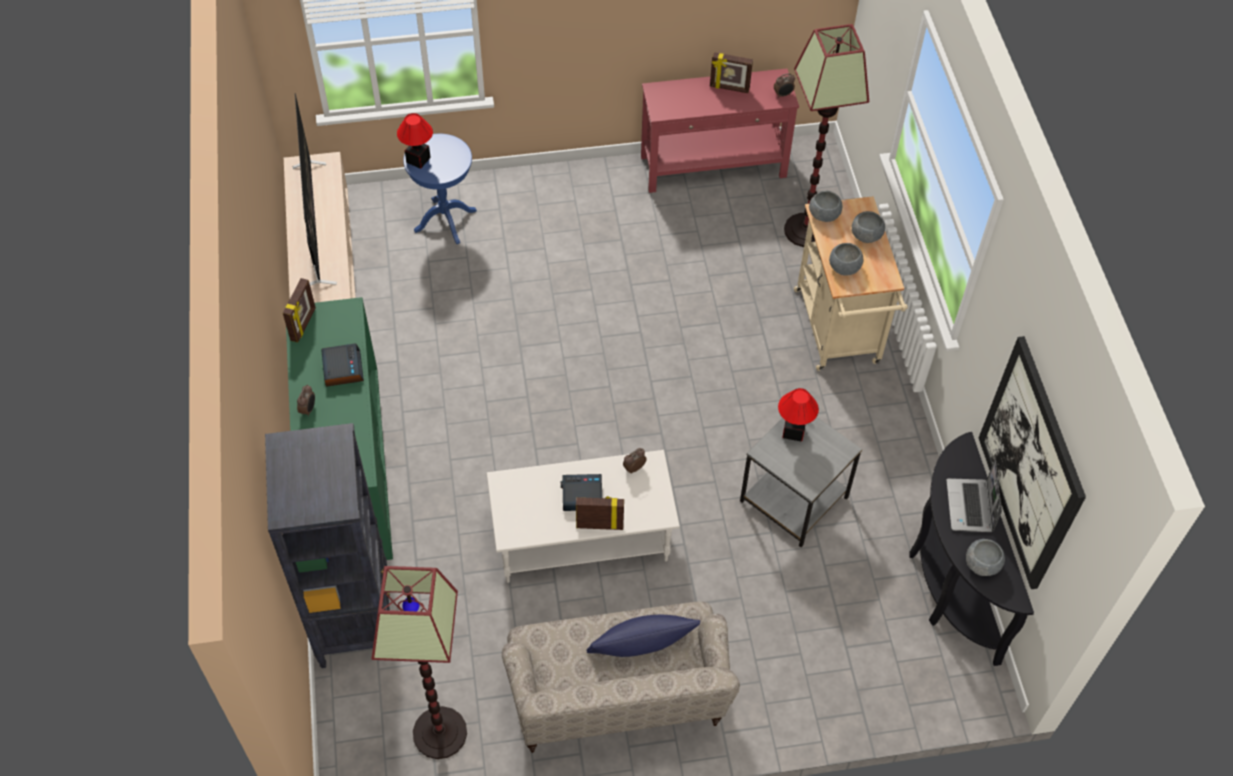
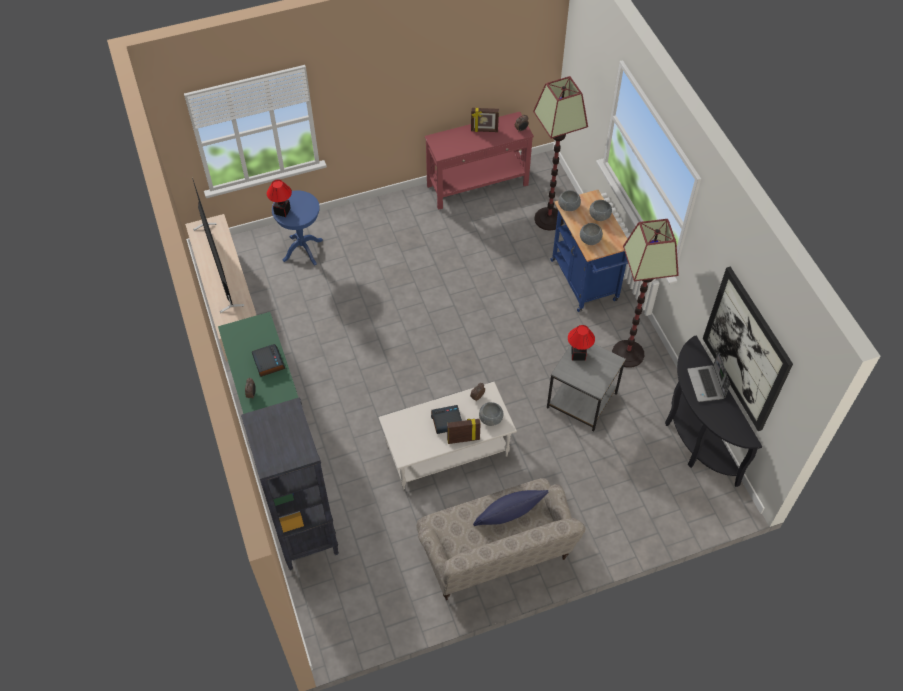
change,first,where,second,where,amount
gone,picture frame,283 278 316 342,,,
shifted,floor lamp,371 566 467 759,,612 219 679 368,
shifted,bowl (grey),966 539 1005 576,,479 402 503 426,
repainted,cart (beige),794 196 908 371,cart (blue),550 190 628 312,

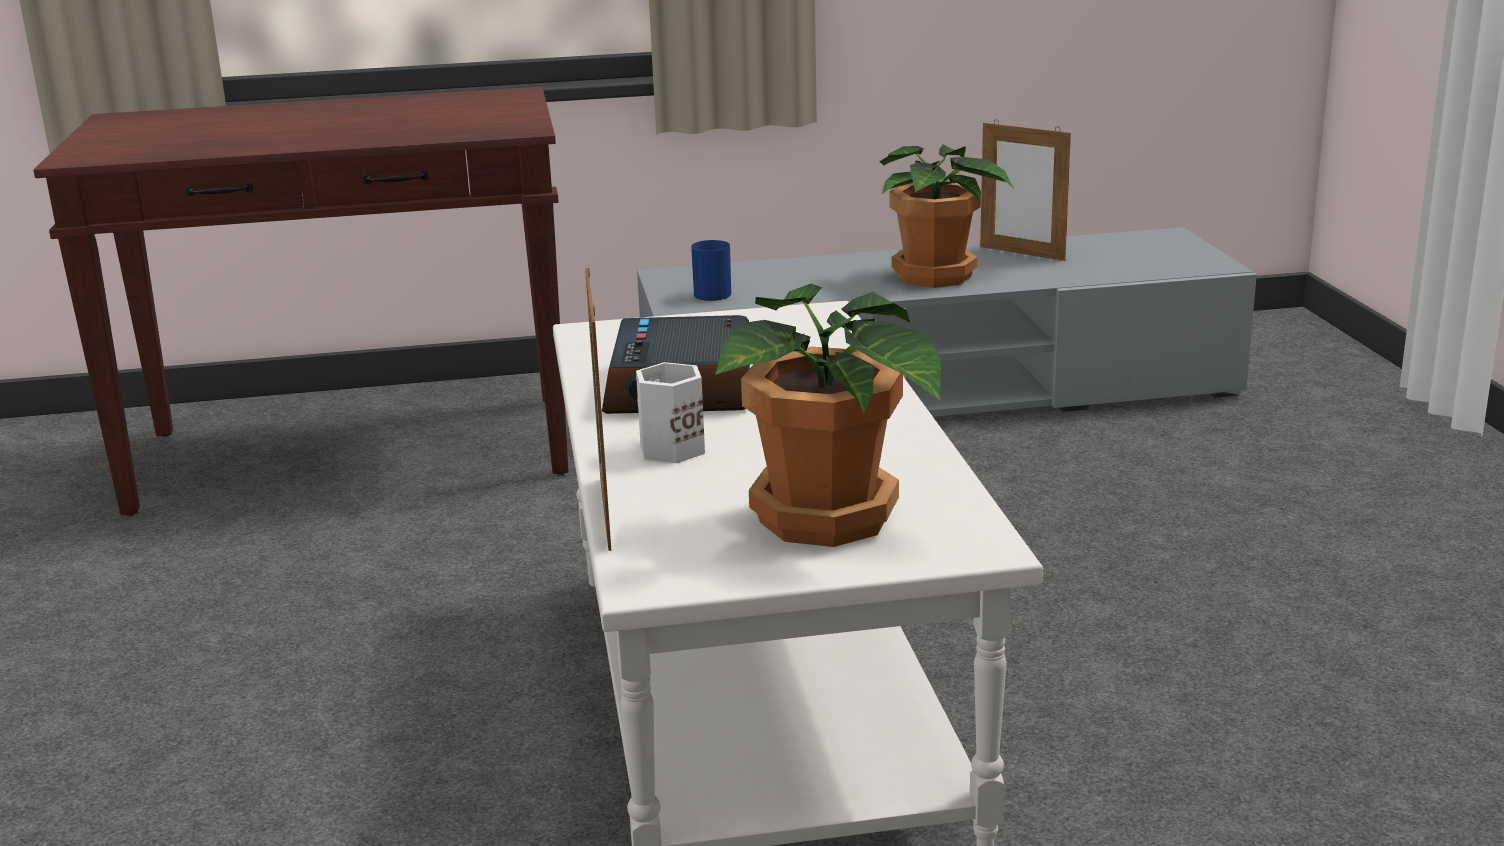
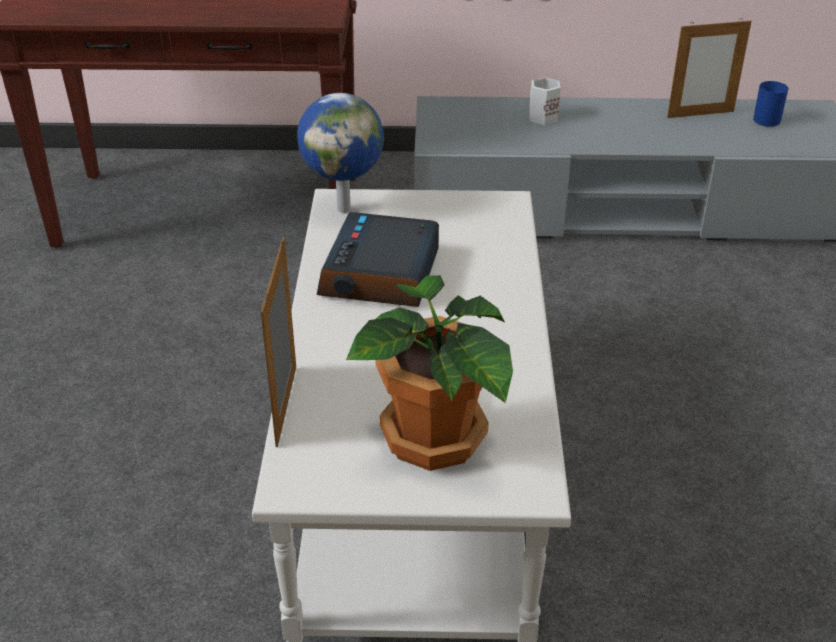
change,first,where,second,where,amount
gone,potted plant,879 145 1014 288,,,
new,,,globe,297 93 384 213,
shifted,mug (white),636 362 705 463,,529 77 561 125,
shifted,mug (blue),691 240 731 301,,753 81 788 127,
rotated,picture frame,980 120 1071 261,,667 18 751 118,60 degrees counterclockwise

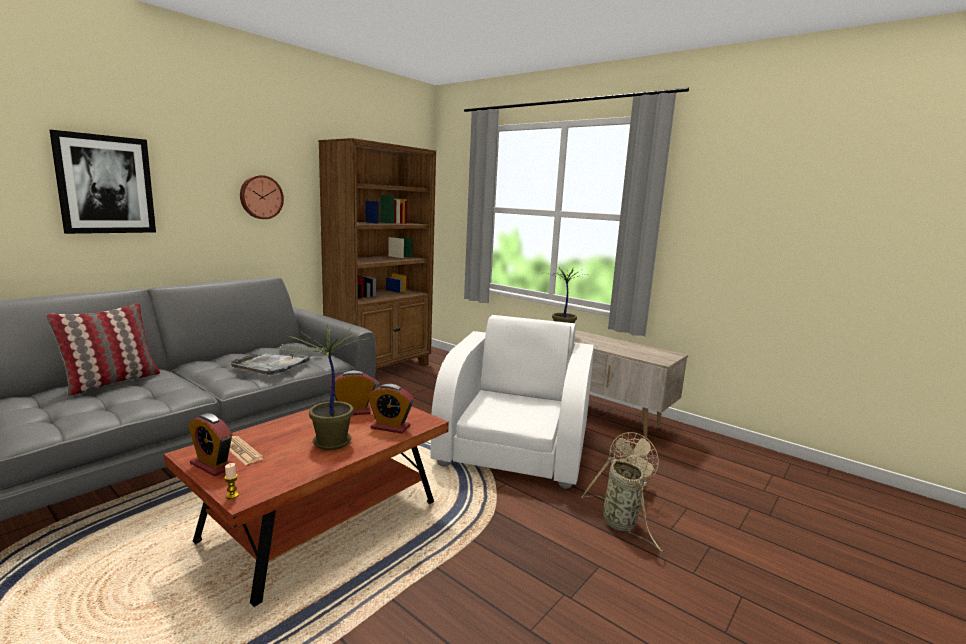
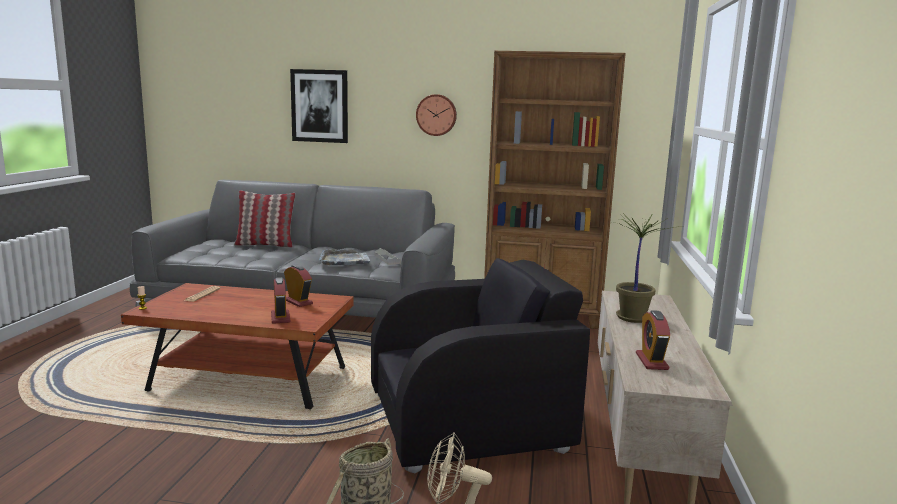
change,first,where,second,where,amount
gone,potted plant,289 325 369 450,,,
shifted,alarm clock,188 413 236 477,,636 310 670 370,
repainted,armchair (white),430 315 594 489,armchair (black),371 258 590 473,

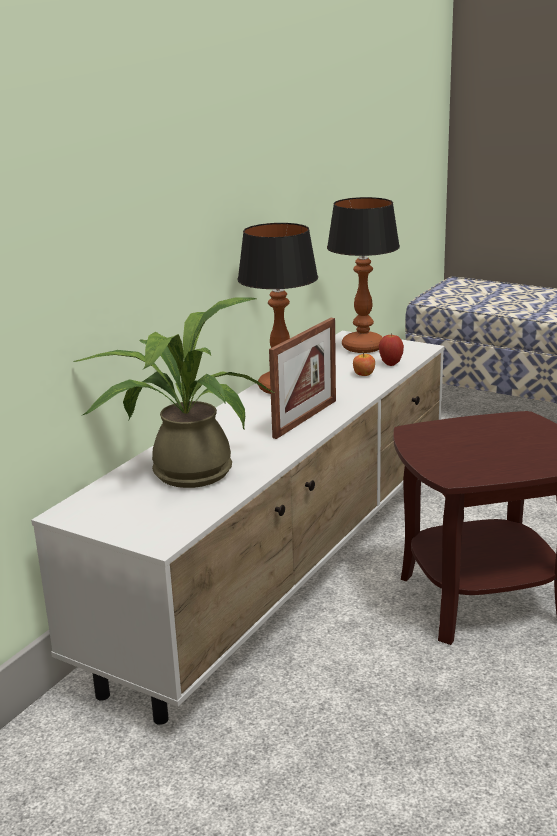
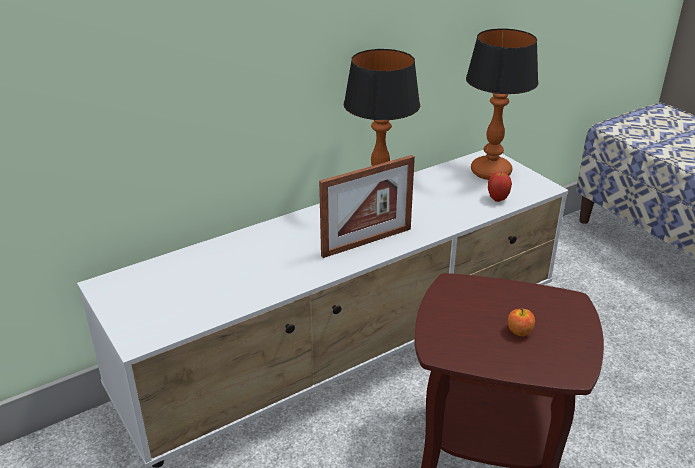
change,first,where,second,where,amount
gone,potted plant,73 297 274 488,,,
shifted,apple,353 351 375 376,,508 308 535 336,

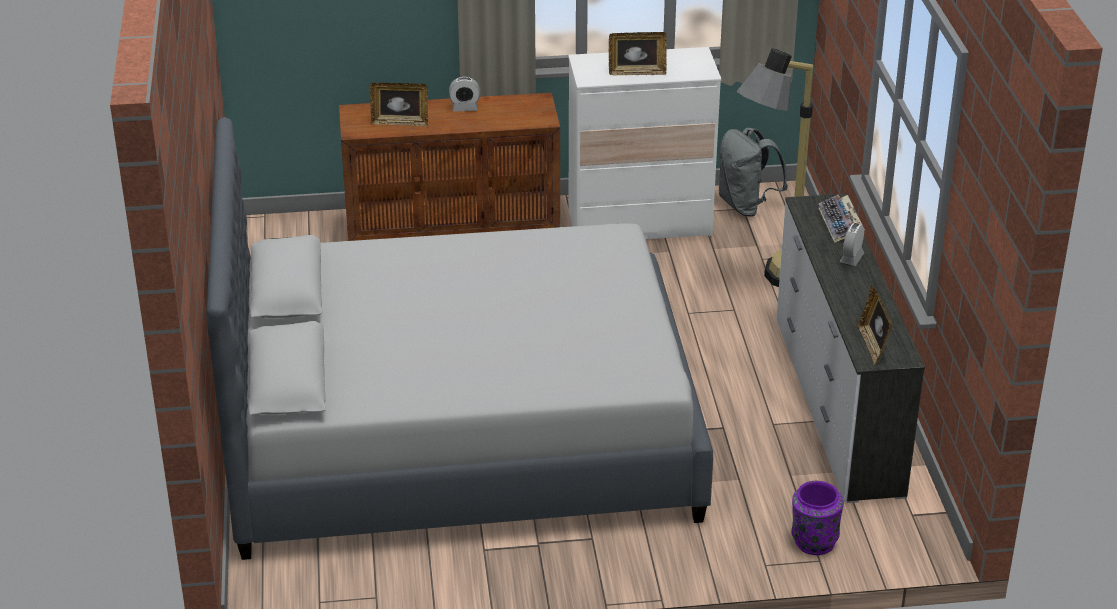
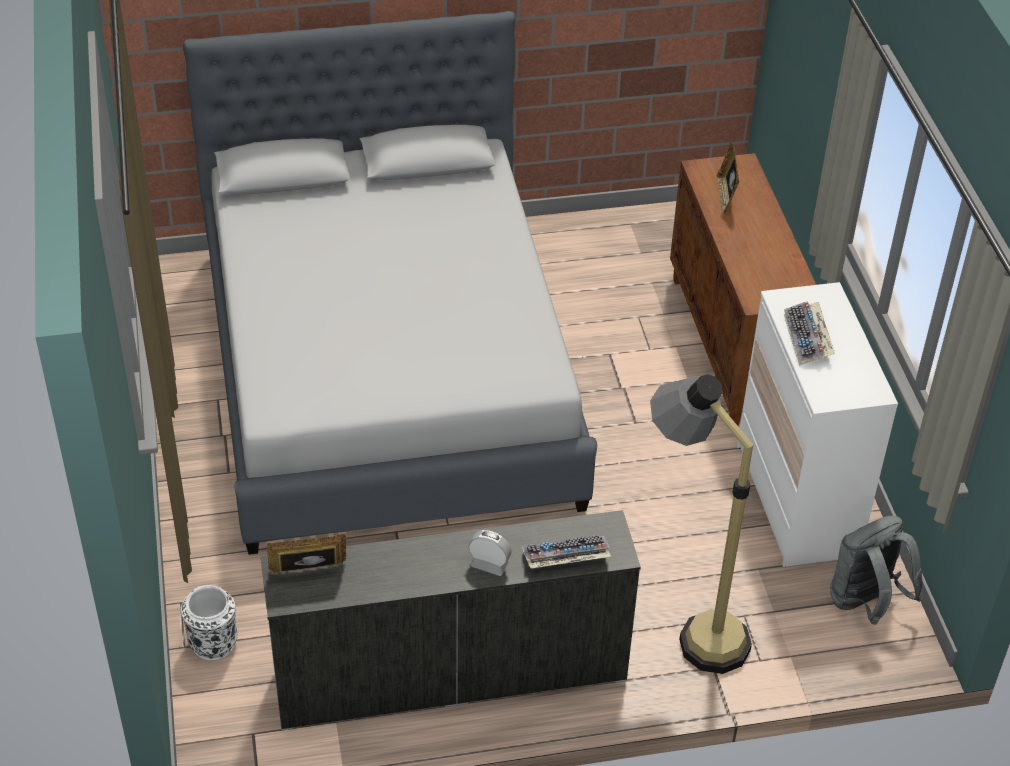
change,first,where,second,where,amount
gone,alarm clock,449 77 480 111,,,
swapped,picture frame,609 32 667 76,keyboard,784 301 835 366,
repainted,vase (purple),791 481 844 555,vase (white),181 585 238 661,

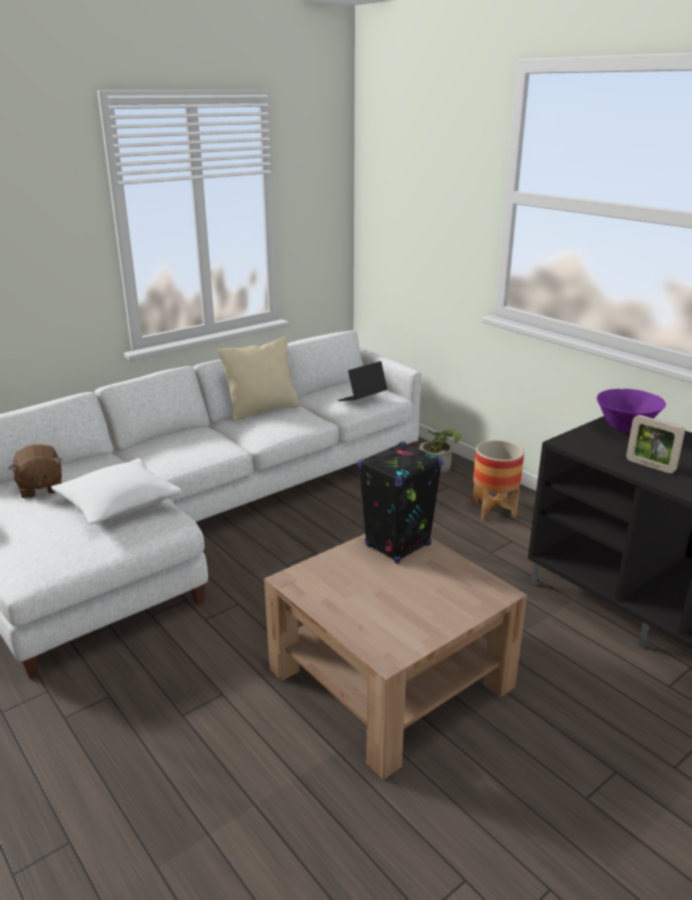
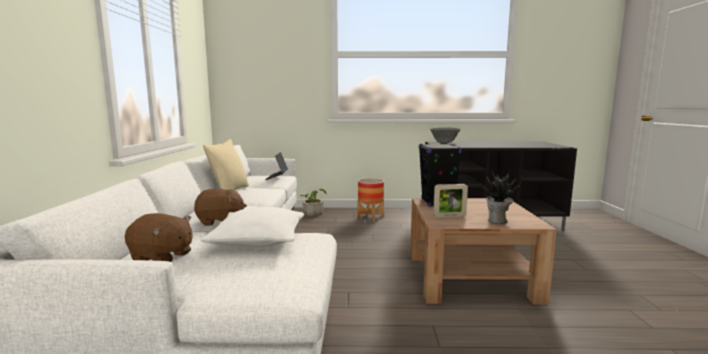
change,first,where,second,where,amount
new,,,plush toy (brown),194 189 247 226,
new,,,potted plant,481 171 521 224,
shifted,picture frame,626 415 685 474,,433 184 468 218,
repainted,bowl (purple),597 389 666 432,bowl (grey),430 128 461 143,

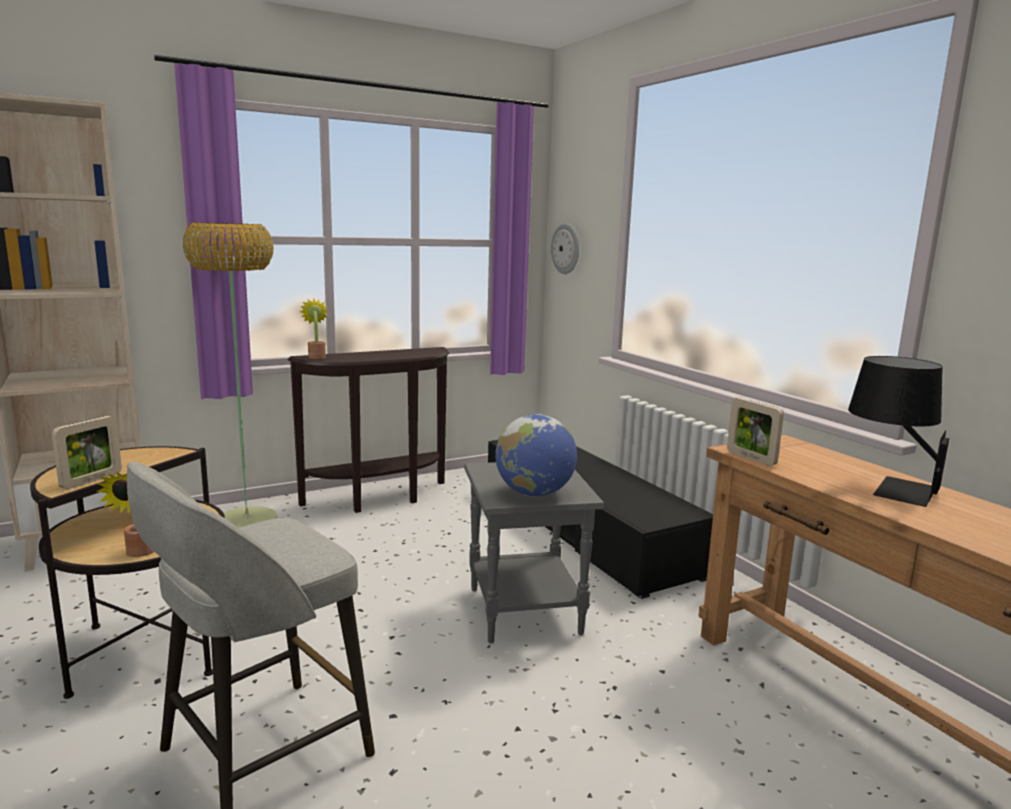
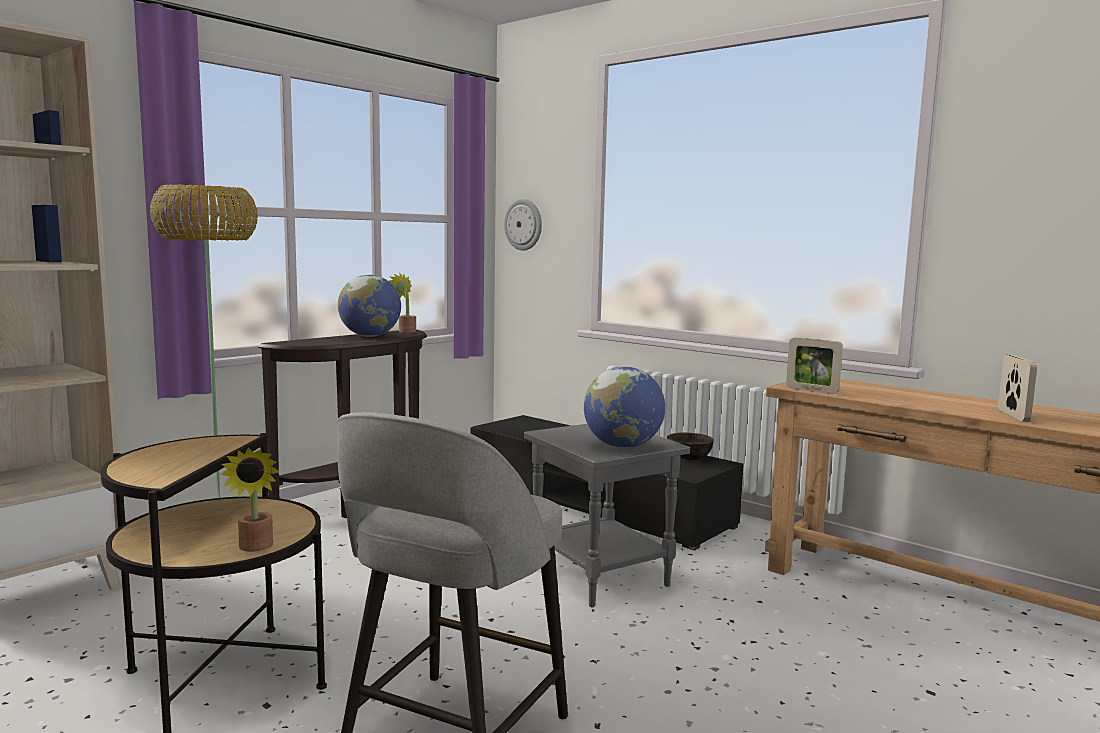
change,first,where,second,where,amount
gone,table lamp (black),848 356 950 507,,,
new,,,globe,338 275 401 337,
new,,,bowl (brown),667 433 714 460,
shifted,picture frame,52 416 122 489,,998 354 1037 422,
shifted,potted plant,299 299 328 359,,389 274 416 333,

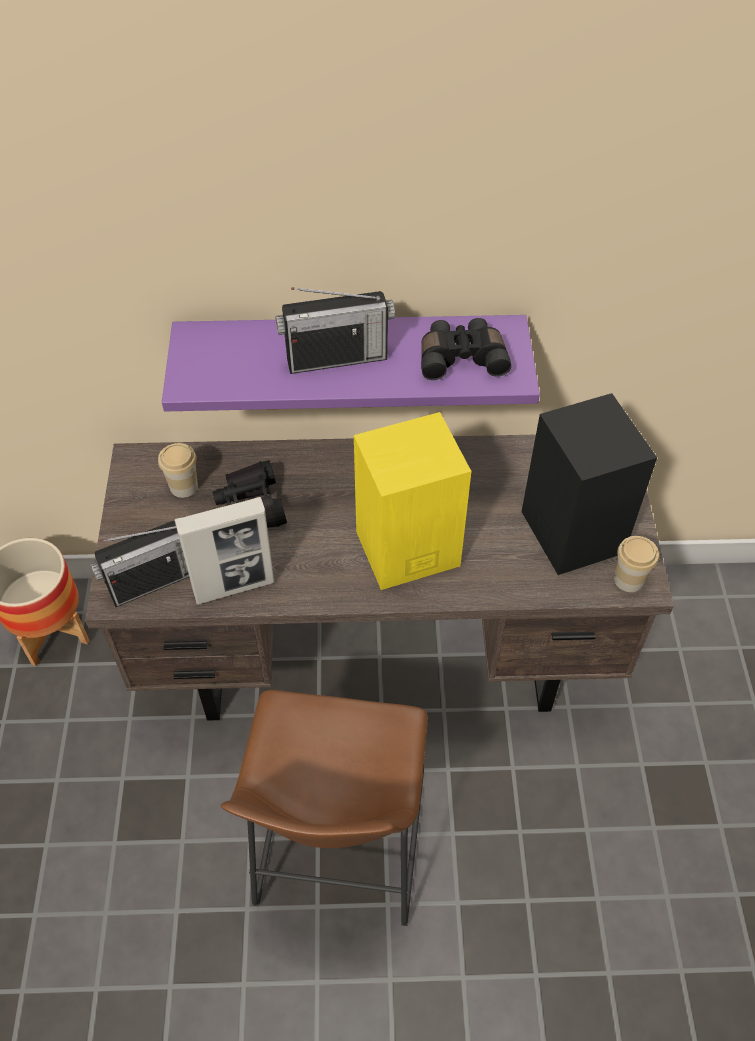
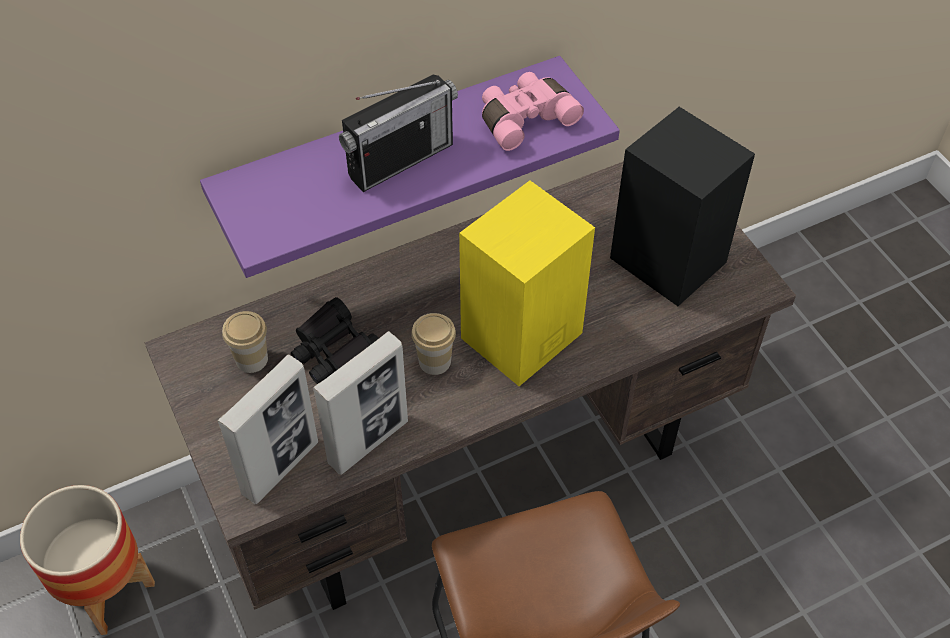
change,first,where,second,where,amount
shifted,cup,614 536 659 592,,411 313 456 375,
swapped,radio,90 516 189 607,picture frame,218 354 318 504,
repainted,binoculars (black),421 318 511 380,binoculars (pink),482 72 584 151,

